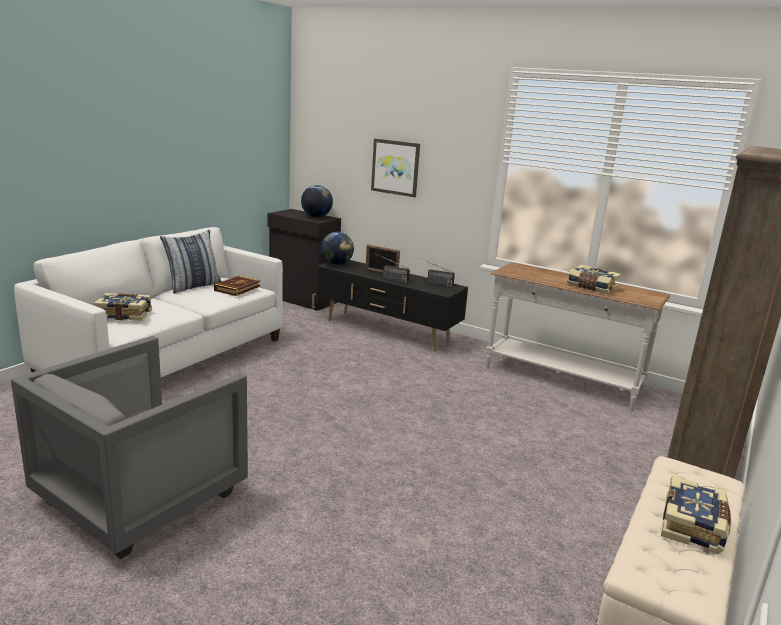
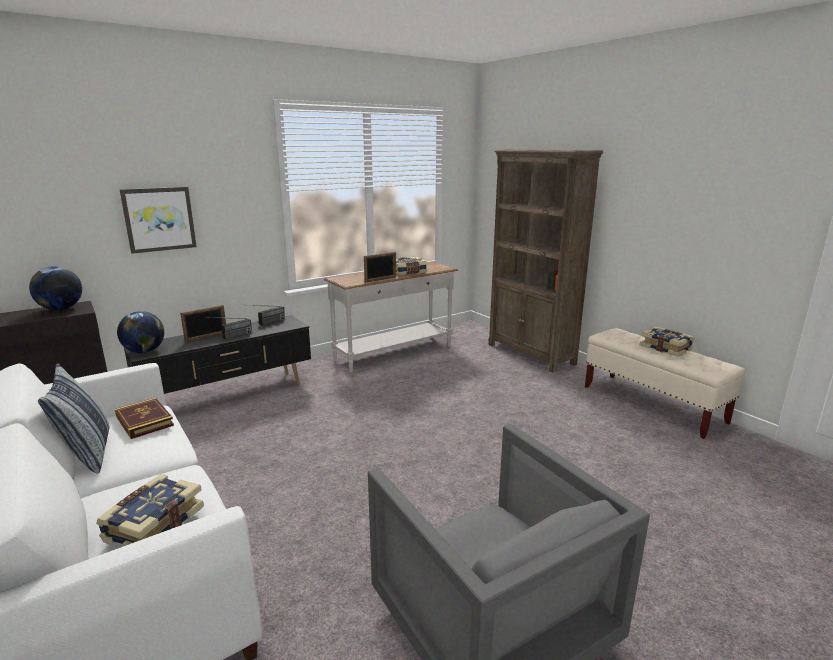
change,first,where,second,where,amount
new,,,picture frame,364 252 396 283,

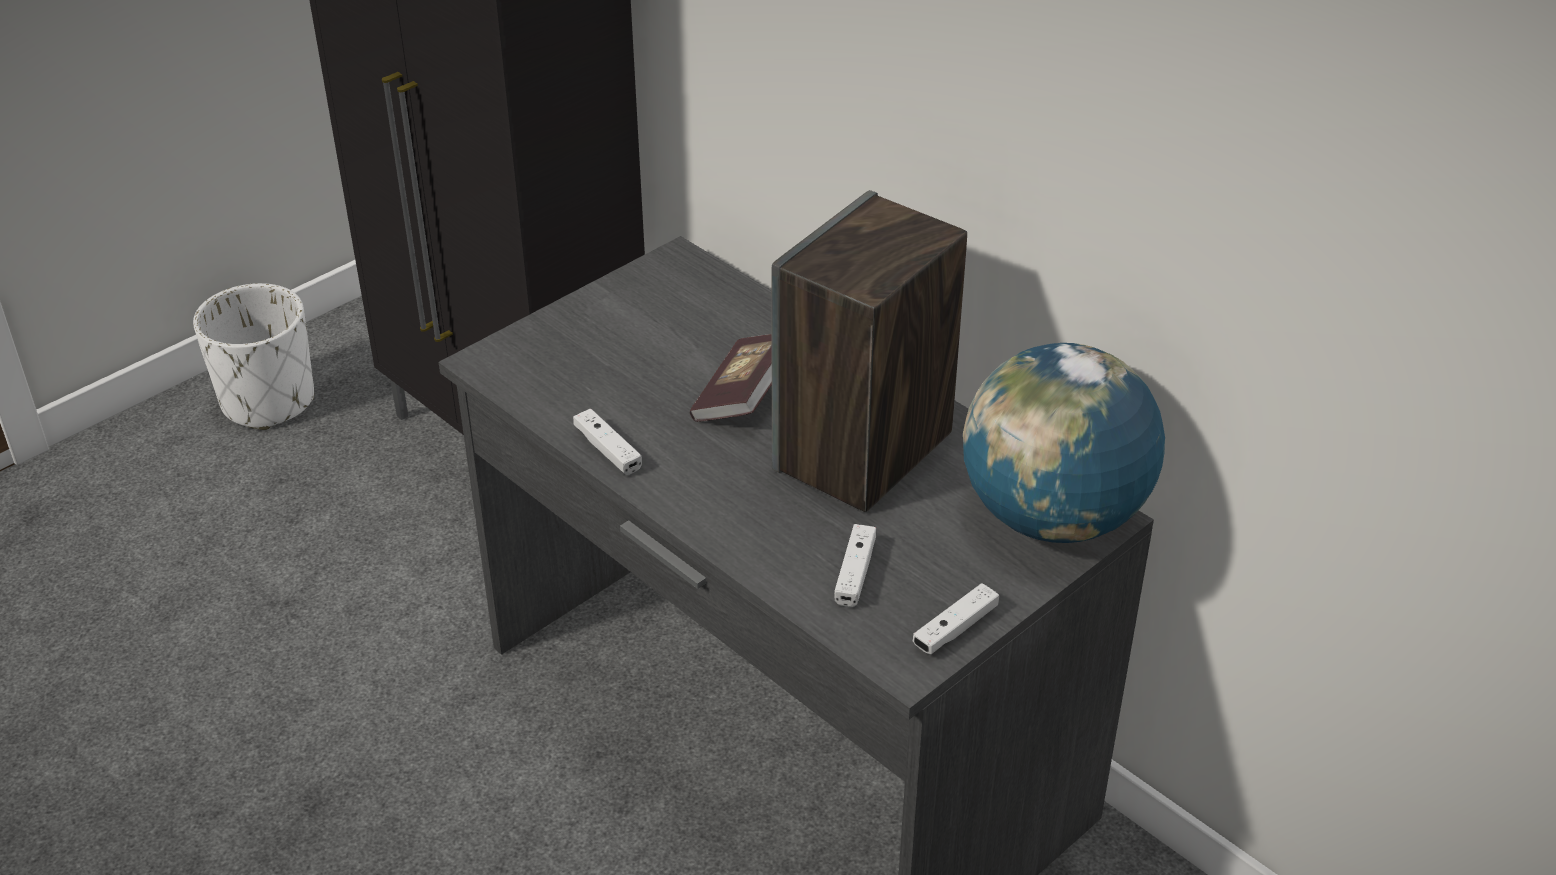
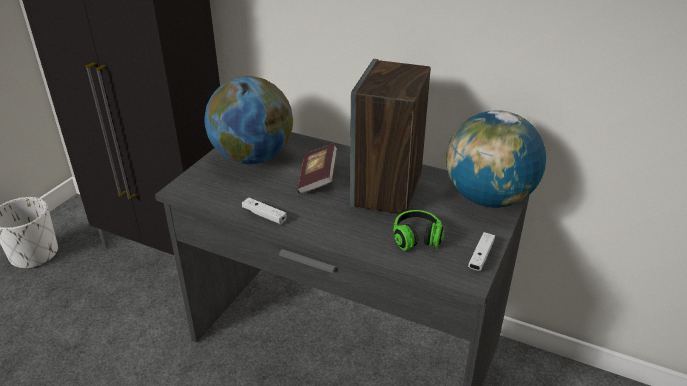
change,first,where,second,where,amount
new,,,globe,204 76 293 164,
swapped,game controller (white),834 524 876 607,headphones,393 210 444 253,

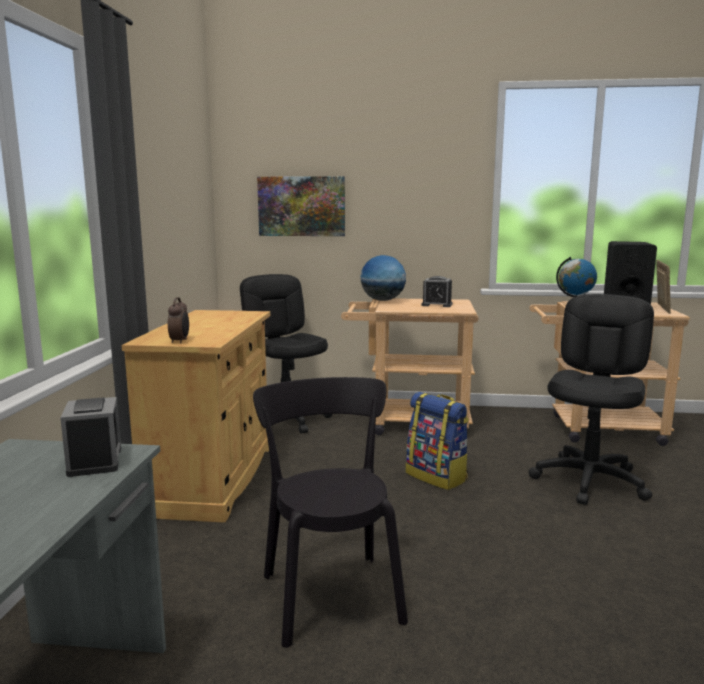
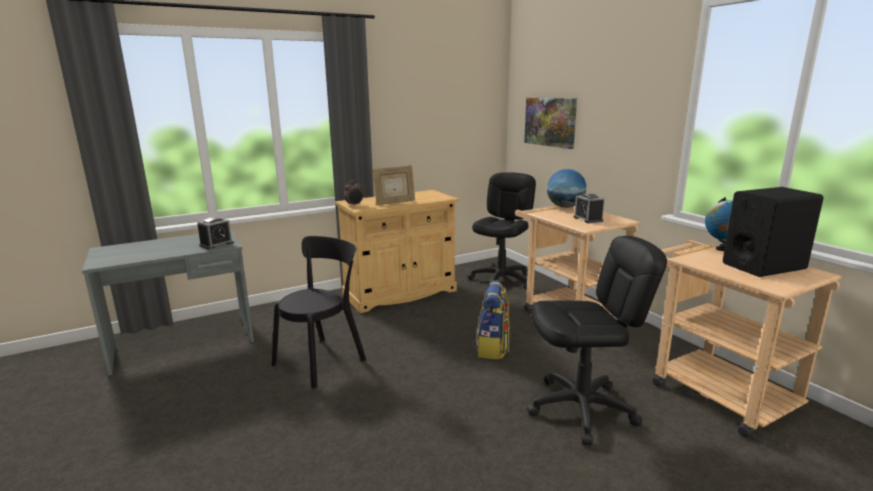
change,first,where,second,where,amount
shifted,picture frame,656 260 671 314,,373 165 415 205,

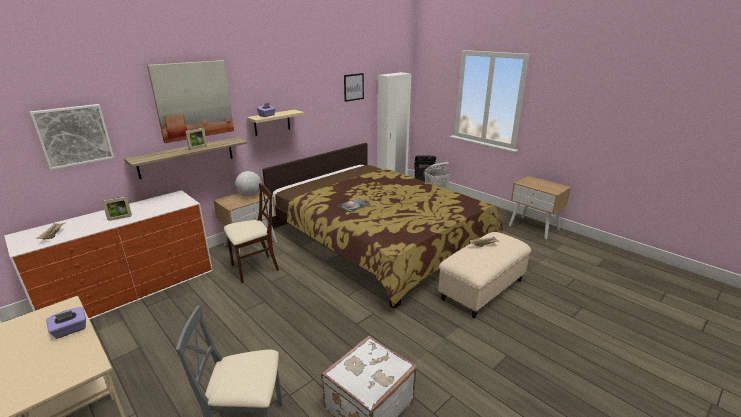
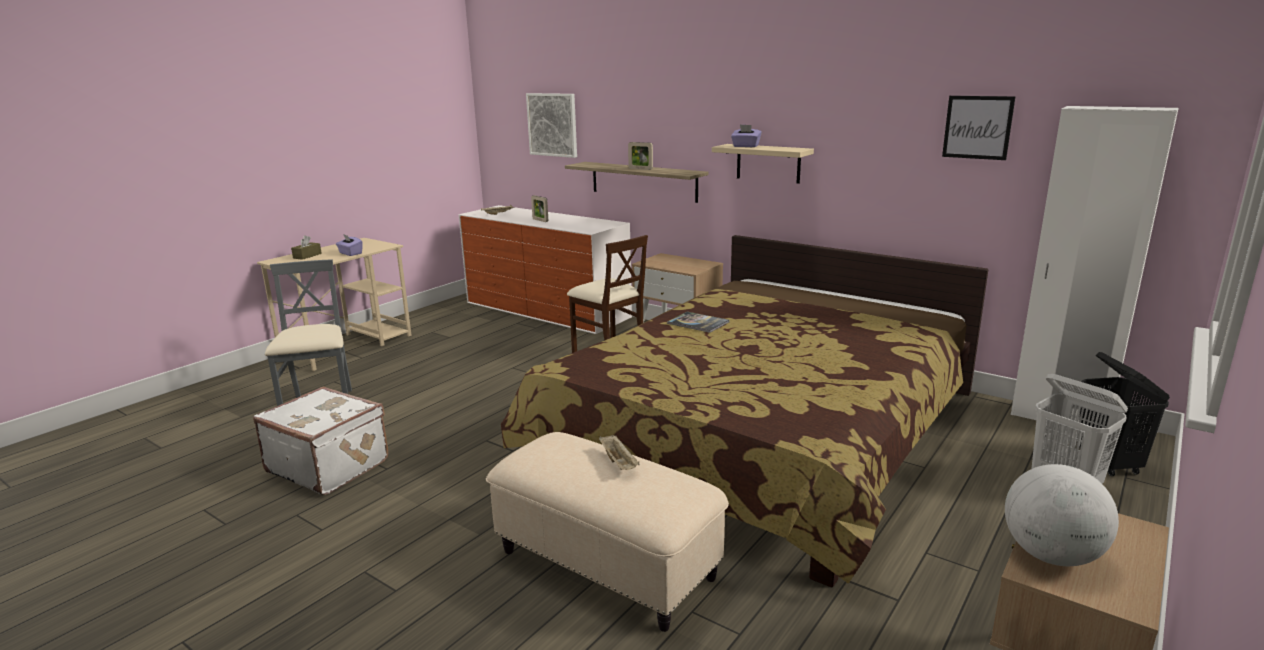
change,first,where,second,where,amount
gone,picture,147 60 234 143,,,
new,,,tissue box (brown),291 235 322 260,
shifted,globe,235 171 262 197,,1005 464 1119 566,

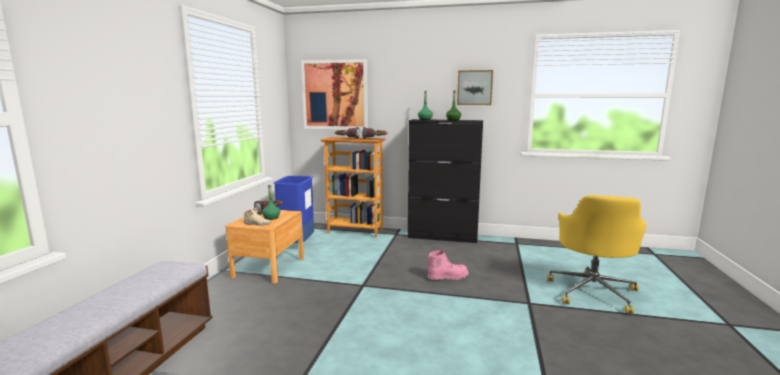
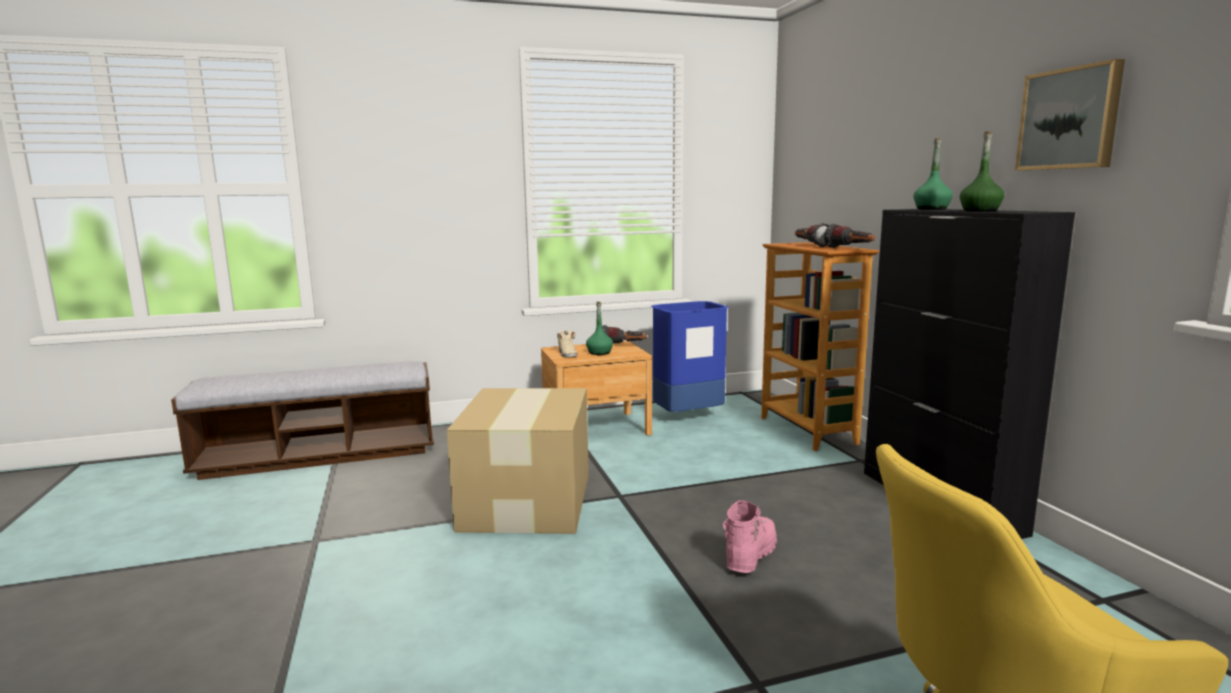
change,first,where,second,where,amount
gone,picture,301 59 368 130,,,
new,,,cardboard box,447 388 589 534,
rotated,boot (pink),428 250 468 280,,723 500 777 573,105 degrees counterclockwise

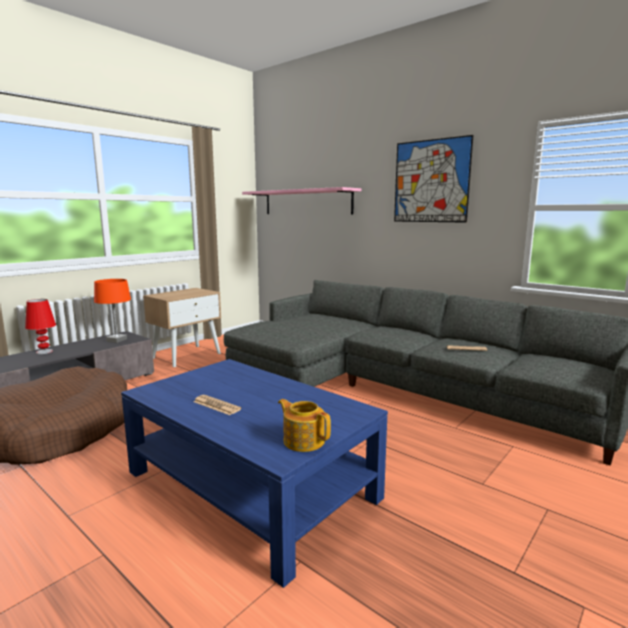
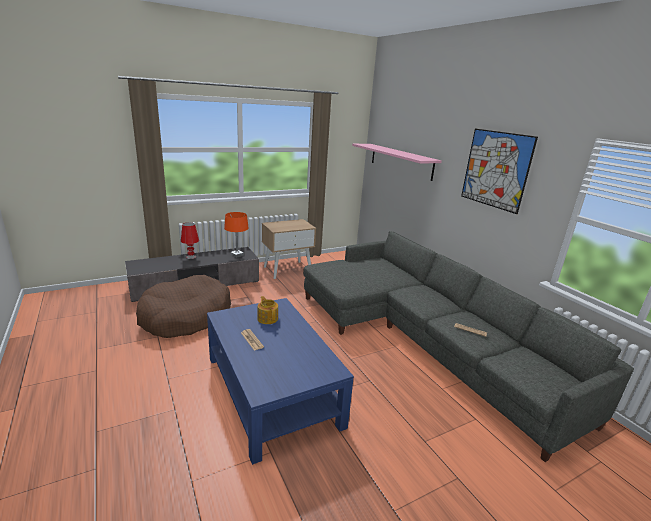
change,first,where,second,where,amount
shifted,teapot,278 399 331 452,,257 296 278 324,

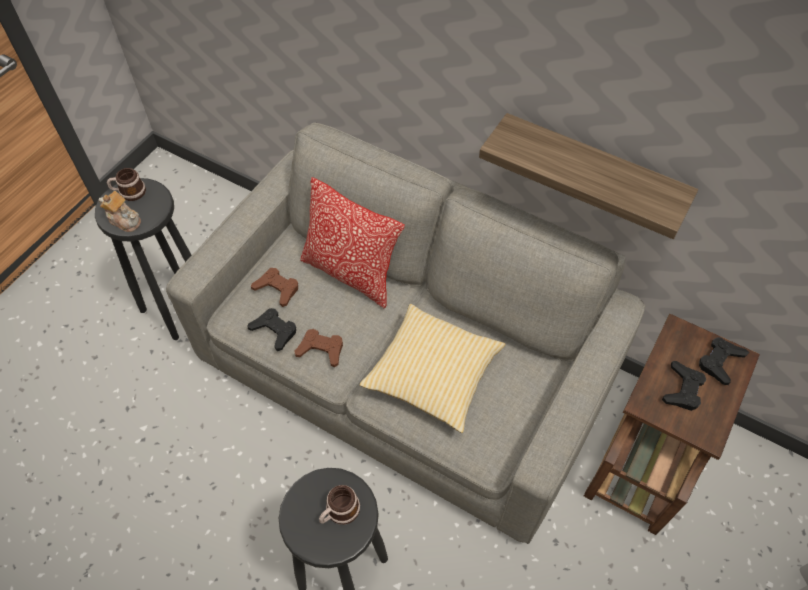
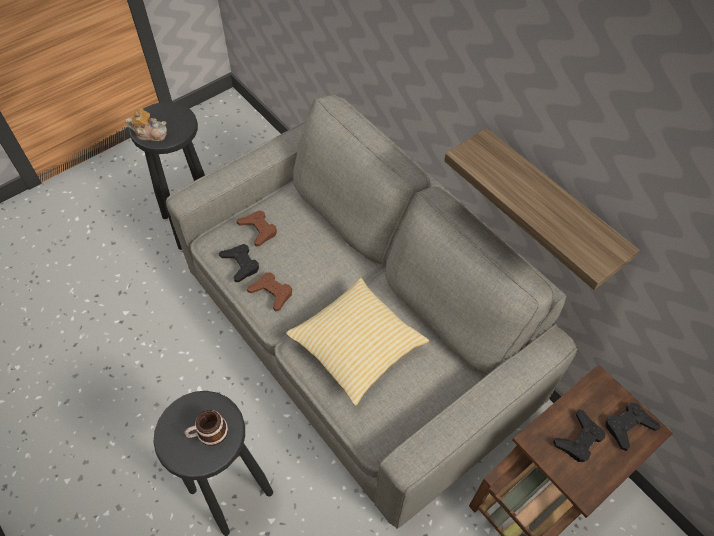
change,first,where,second,where,amount
gone,mug,107 168 146 201,,,
gone,pillow,300 177 405 308,,,
rotated,teapot,99 191 141 232,,125 108 167 141,45 degrees counterclockwise

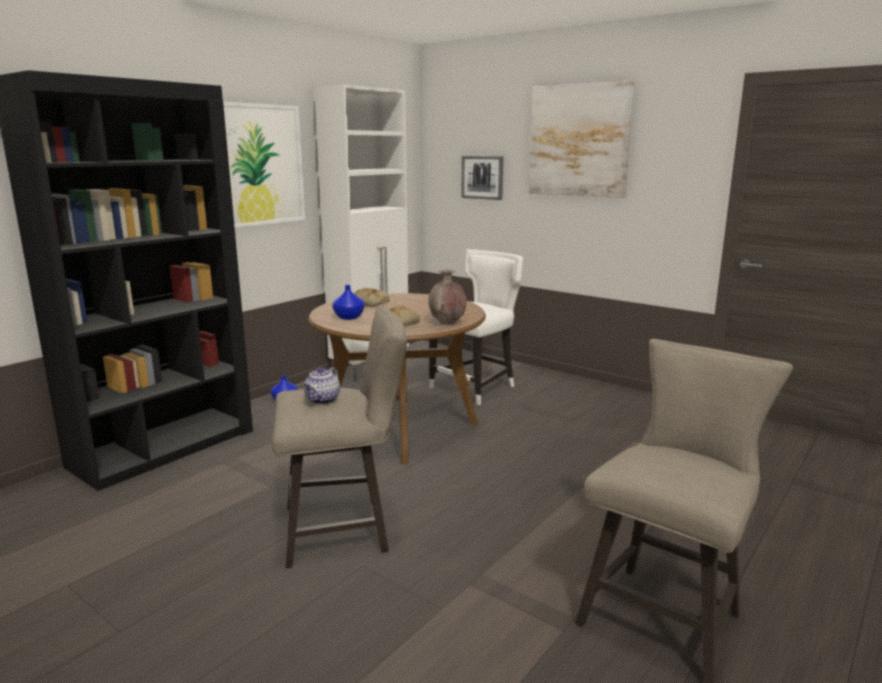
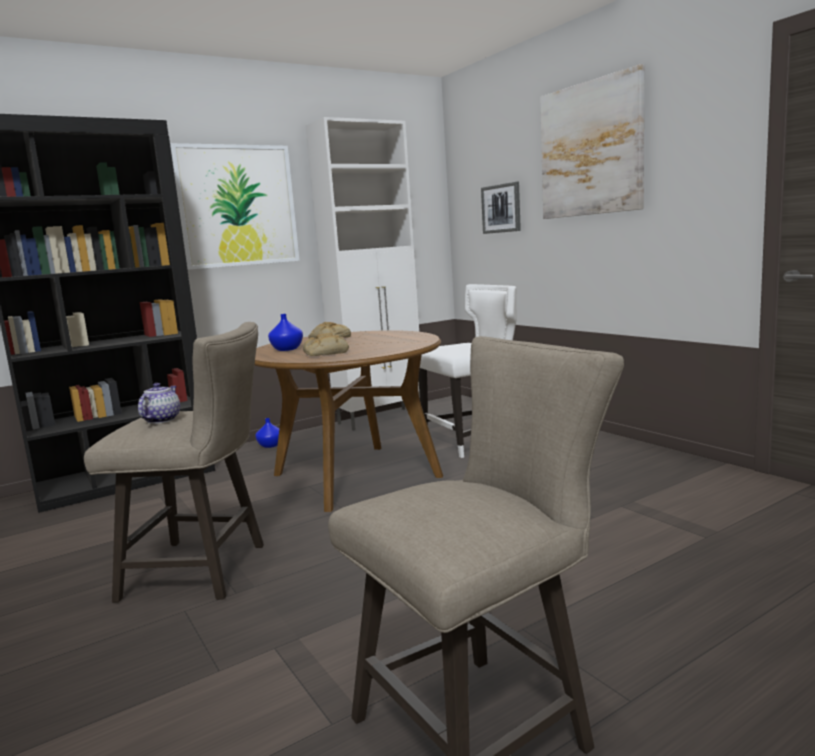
change,first,where,second,where,amount
gone,vase (brown),428 269 467 325,,,
rotated,teapot,304 367 340 404,,138 383 180 424,150 degrees clockwise

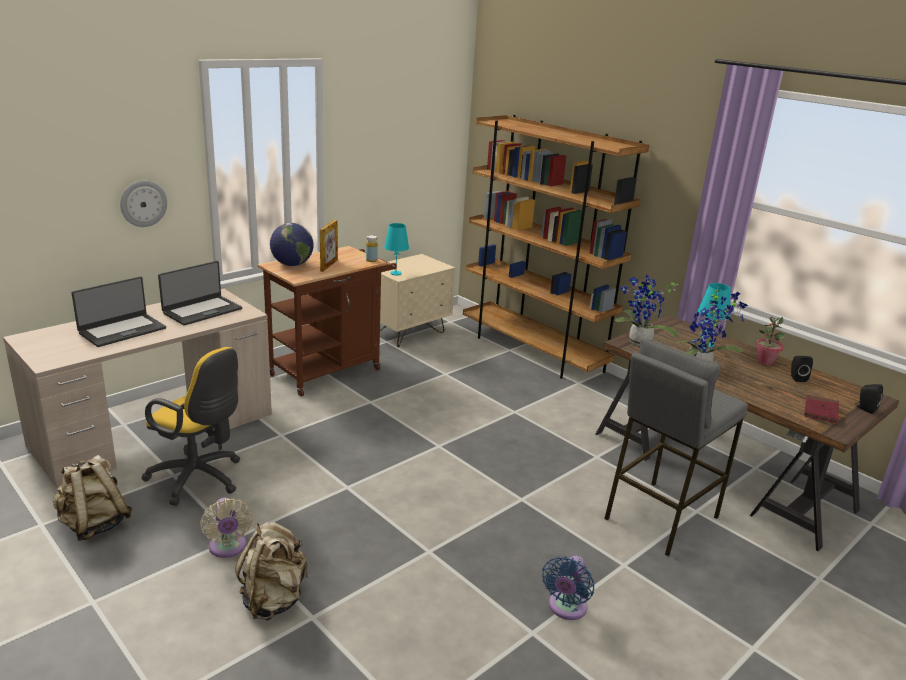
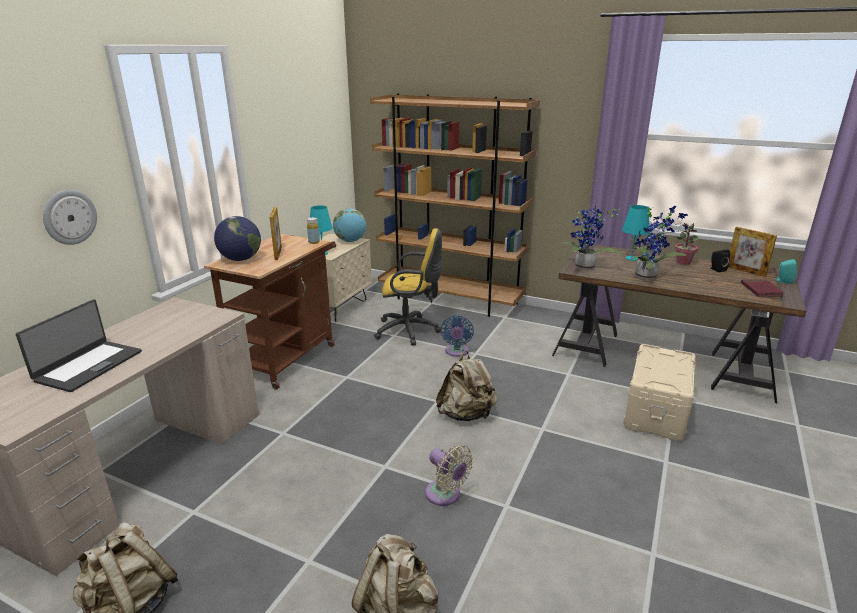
change,first,where,second,where,amount
gone,laptop,158 261 242 325,,,
new,,,globe,333 208 366 242,
new,,,backpack (beige),436 351 498 421,
new,,,picture frame,728 227 777 277,
shifted,office chair (yellow),142 347 240 506,,374 228 442 346,
shifted,fan (beige),200 498 253 558,,425 445 474 506,
shifted,fan (blue),542 556 594 620,,441 315 474 357,
swapped,stool (grey),604 338 748 556,storage box (beige),623 344 696 441,
repainted,speaker (black),855 384 883 414,speaker (turquoise),776 259 797 284,

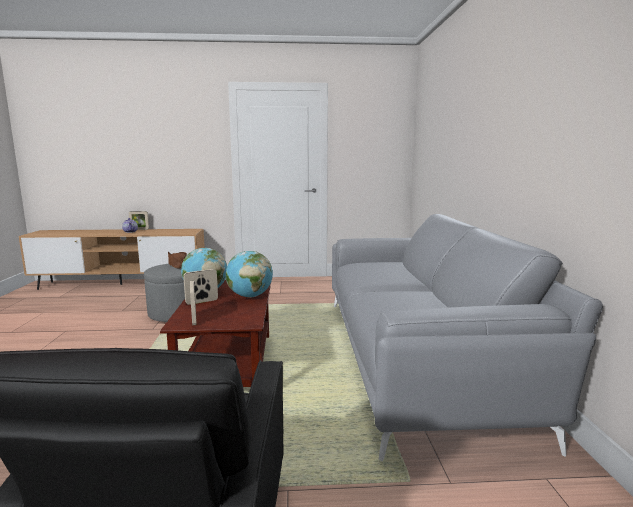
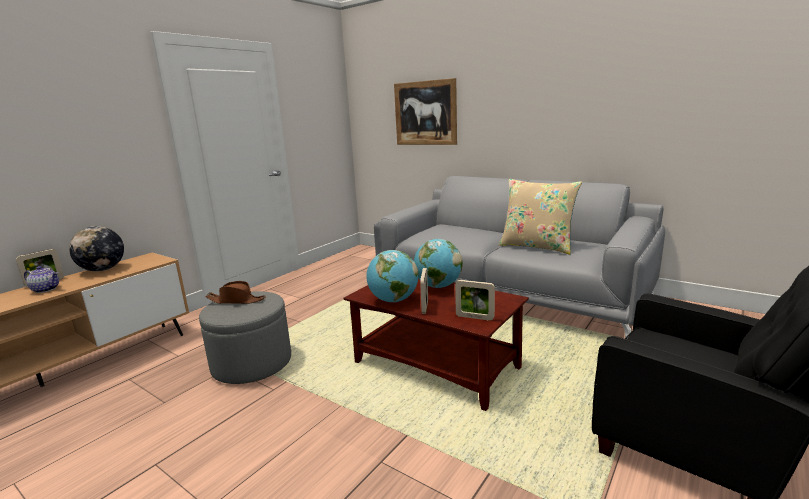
change,first,where,second,where,amount
new,,,globe,69 226 124 271,
new,,,picture,394 78 457 145,
new,,,pillow (beige),498 179 582 255,

